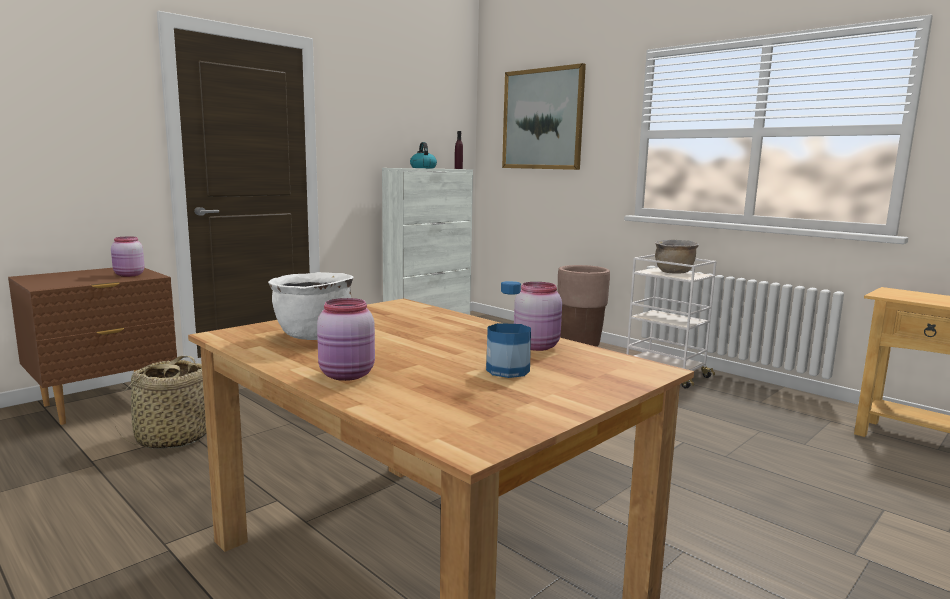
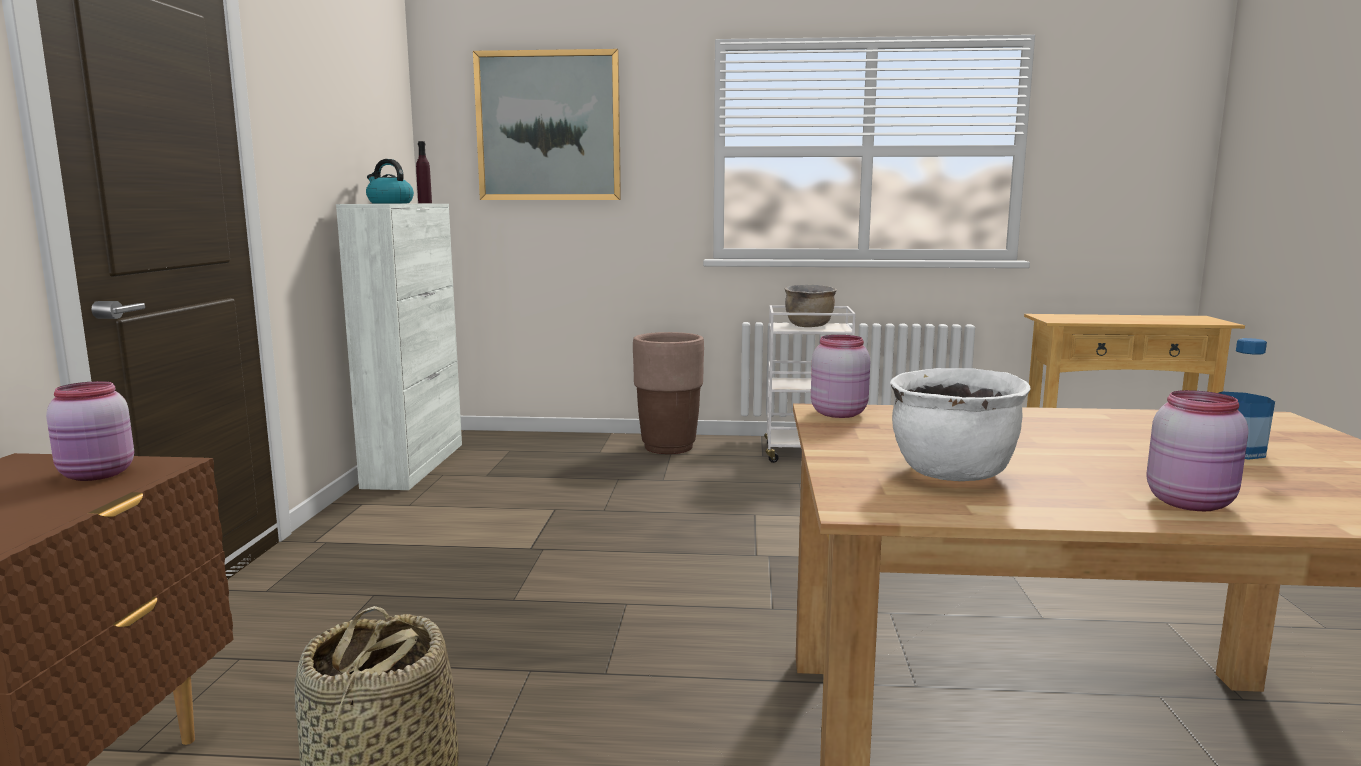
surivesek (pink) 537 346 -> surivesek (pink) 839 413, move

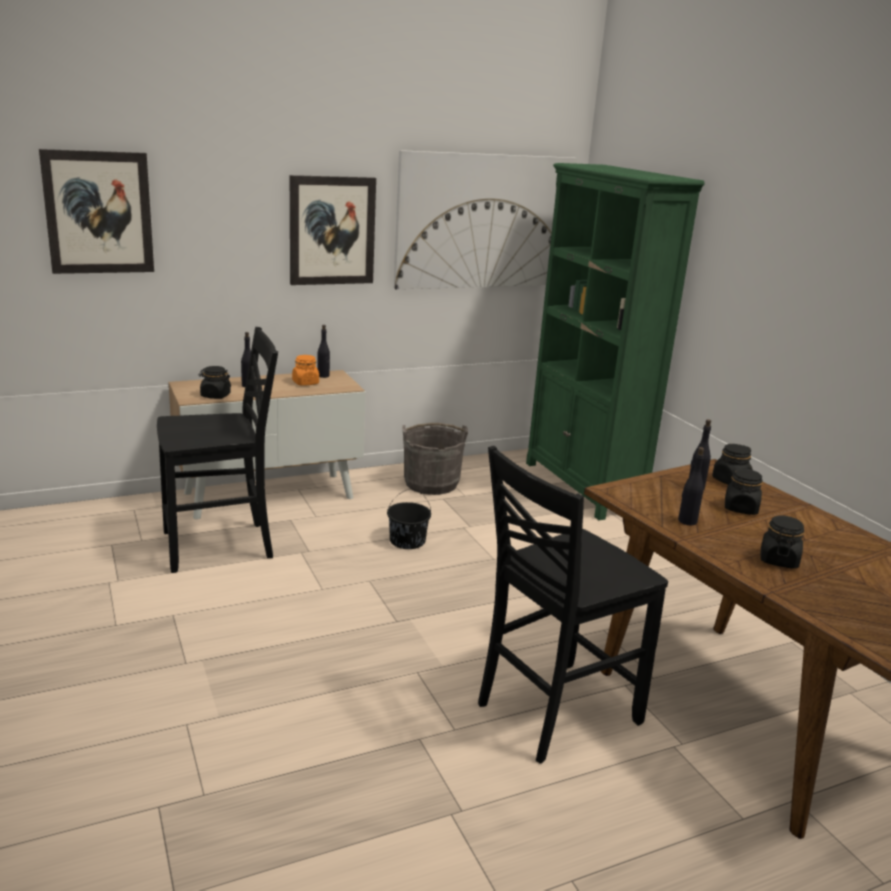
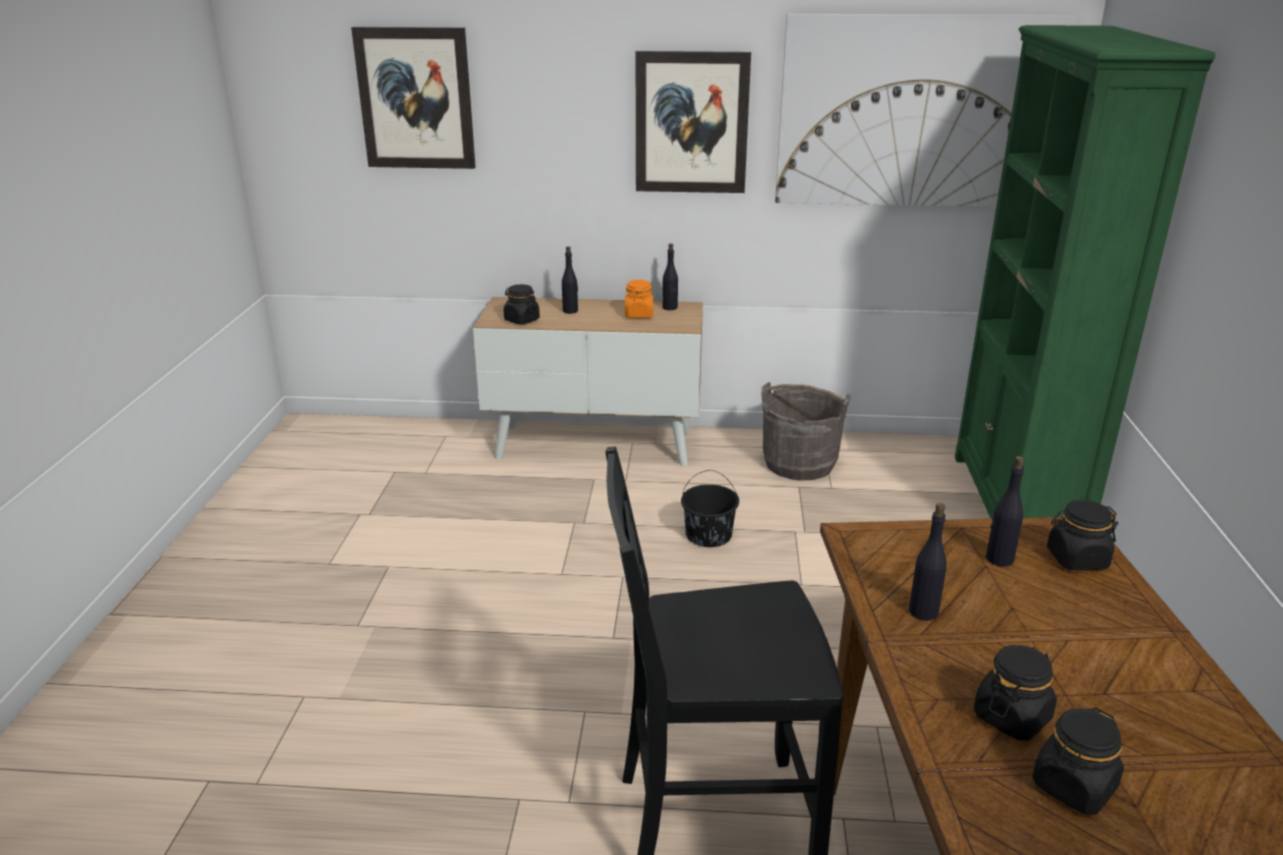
surivesek (black) 740 508 -> surivesek (black) 1073 787, move
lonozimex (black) 220 546 -> none

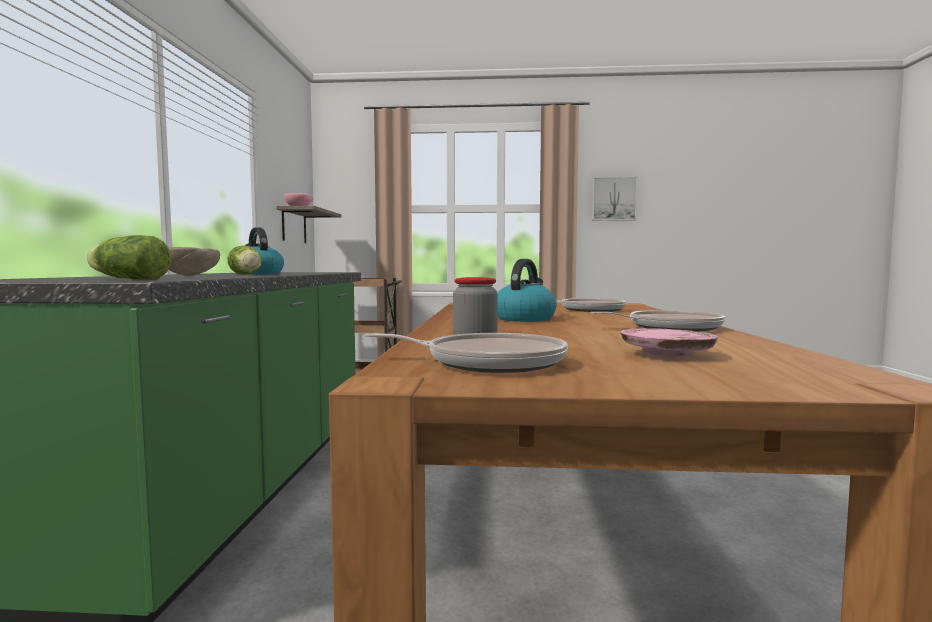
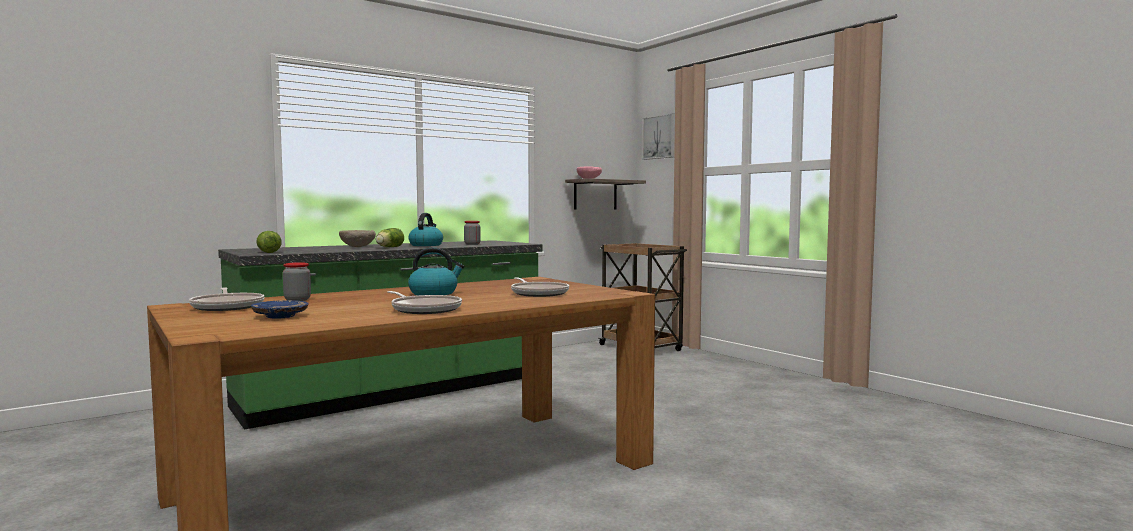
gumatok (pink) 666 354 -> gumatok (blue) 280 316
none -> surivesek 472 244
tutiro 613 199 -> tutiro 660 137, move

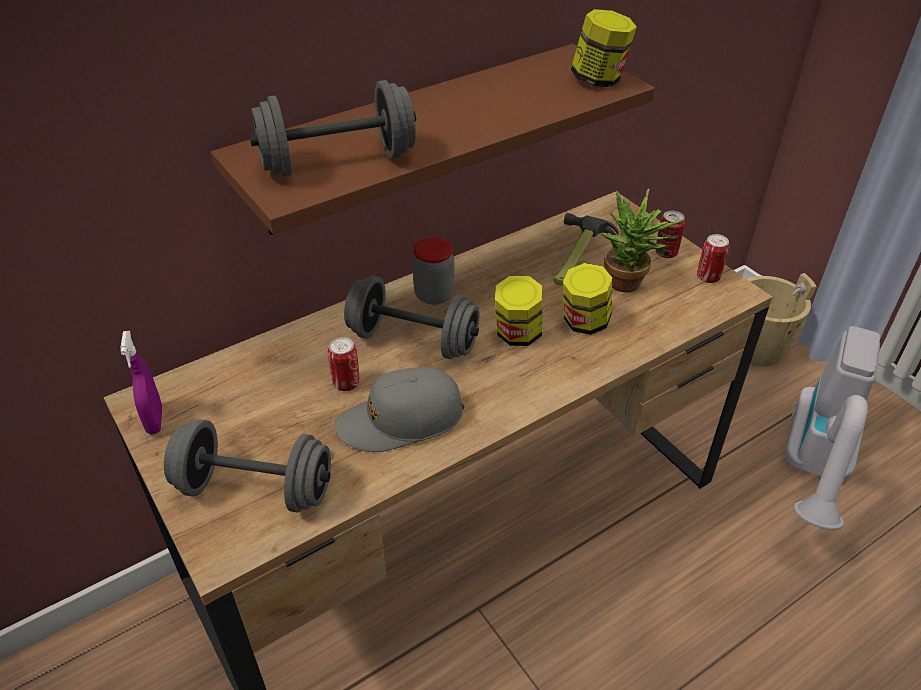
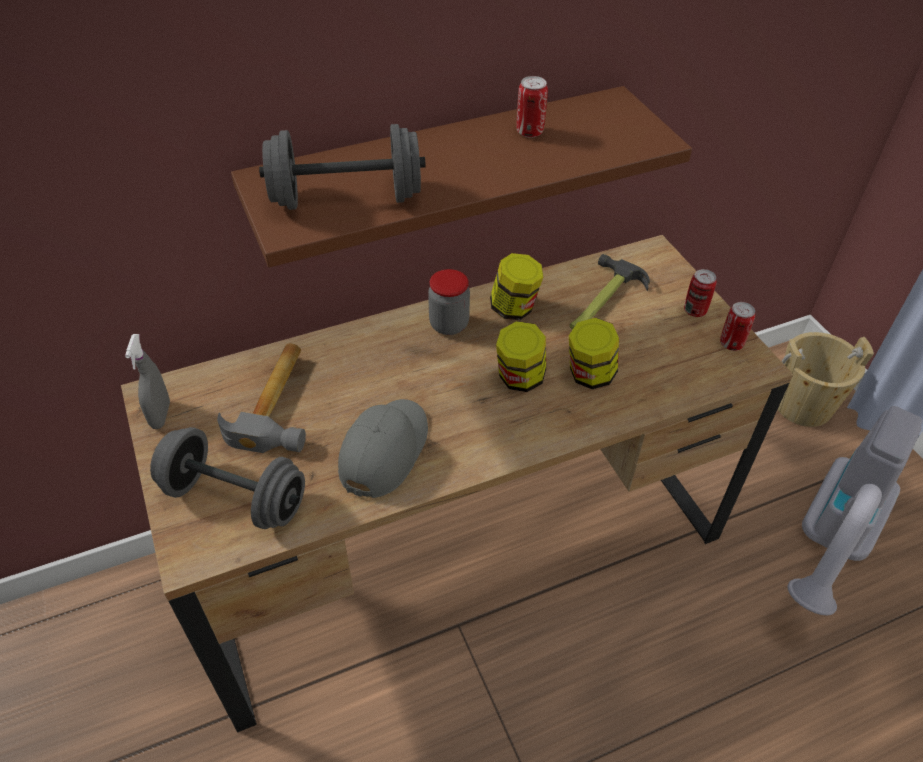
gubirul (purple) 155 420 -> gubirul (grey) 161 415
none -> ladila 280 402
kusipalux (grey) 400 420 -> kusipalux (grey) 384 450, 120 degrees clockwise
surivesek 599 80 -> surivesek 514 308, move
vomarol 346 383 -> vomarol 529 132, move
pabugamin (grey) 413 340 -> none
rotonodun 629 286 -> none

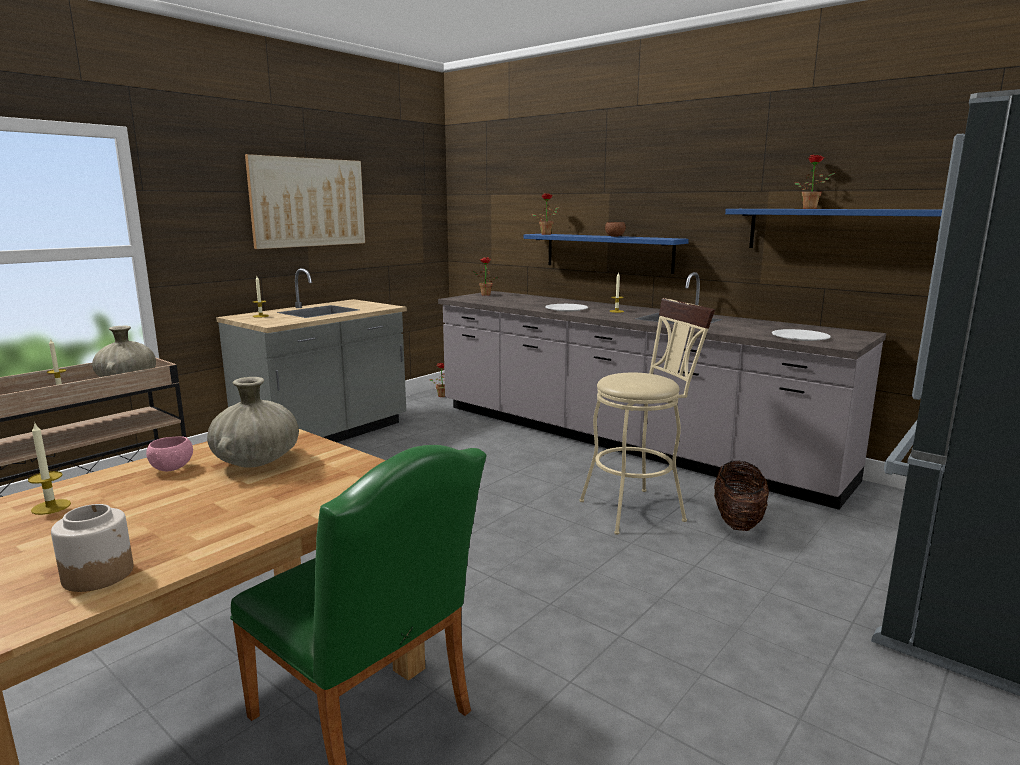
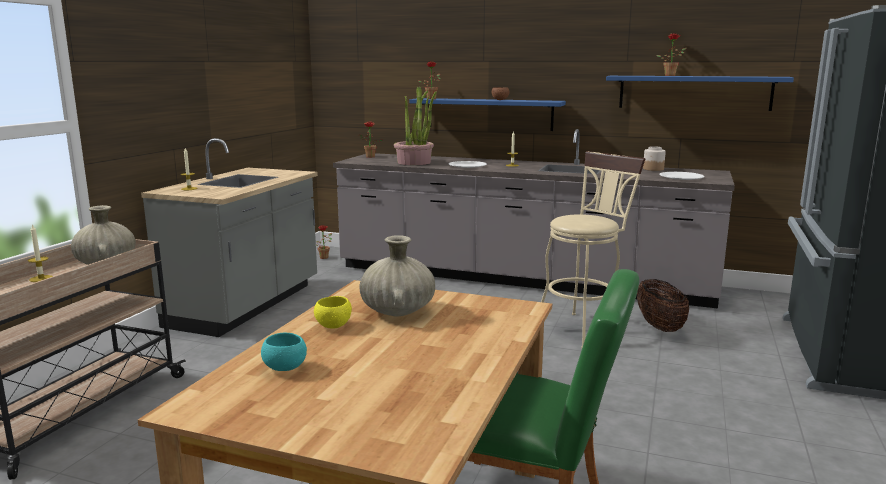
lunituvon 51 507 -> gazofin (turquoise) 284 368
gazofin (pink) 172 468 -> gazofin (yellow) 333 326
none -> rotonodun 414 162
surivesek 98 574 -> surivesek 653 169, move
tutiro 308 202 -> none

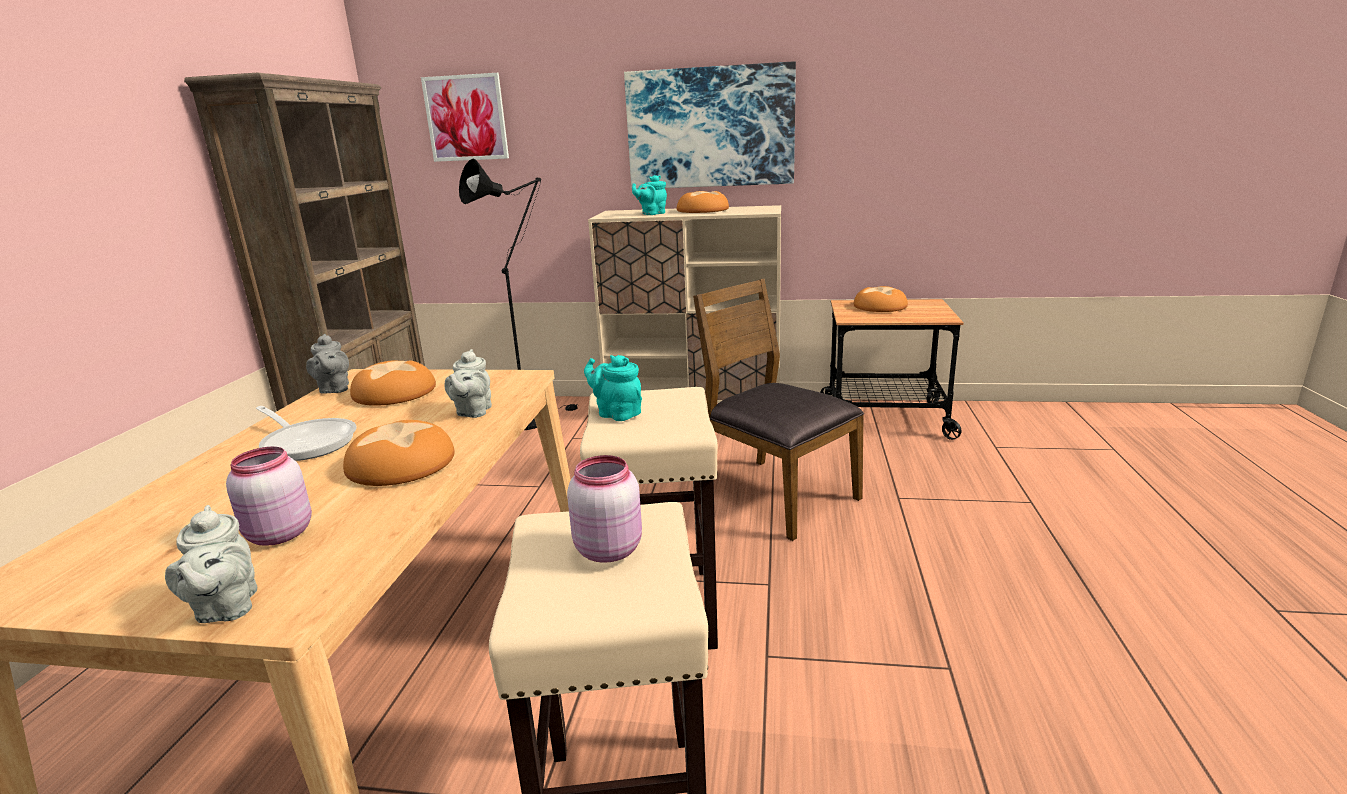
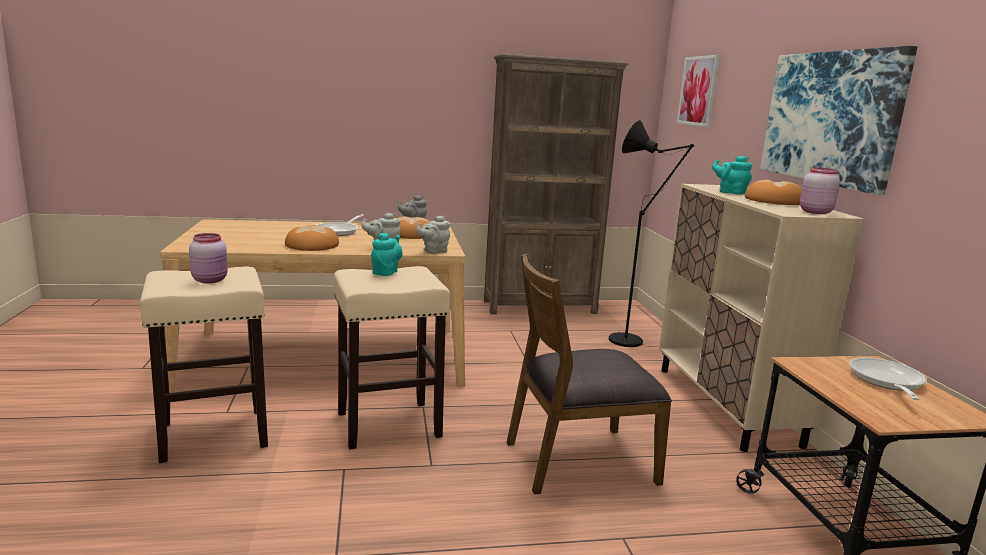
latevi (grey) 226 608 -> latevi (grey) 433 251, move
lonozimex (brown) 775 495 -> lonozimex (brown) 578 461, 135 degrees counterclockwise
surivesek (pink) 278 535 -> surivesek (pink) 814 212, move
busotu 880 306 -> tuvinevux 886 381

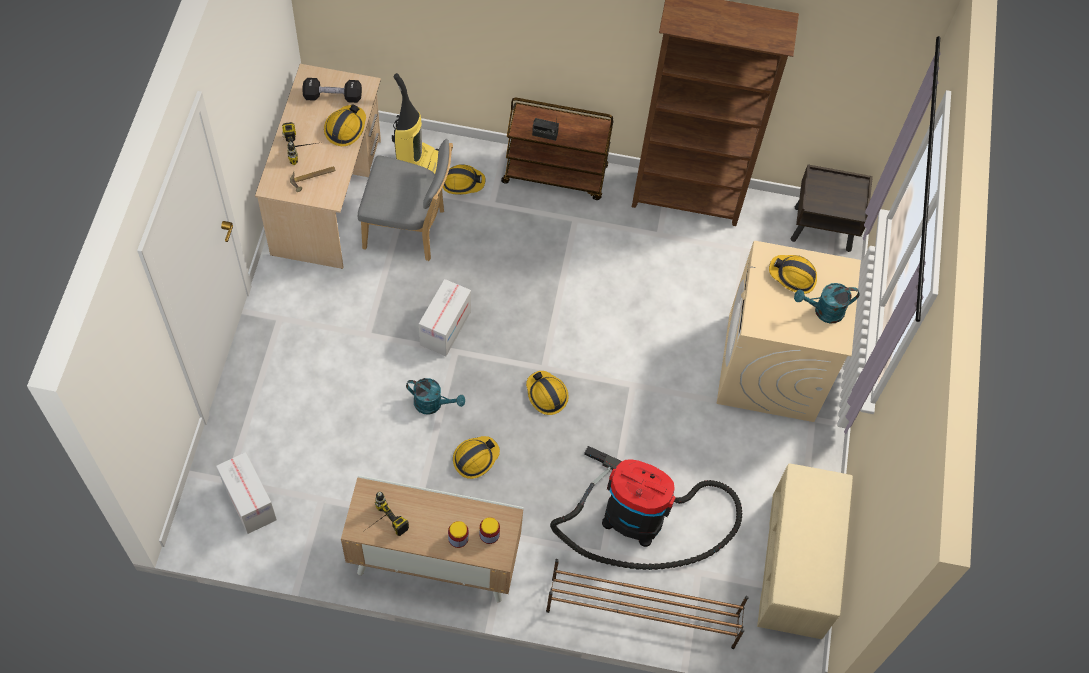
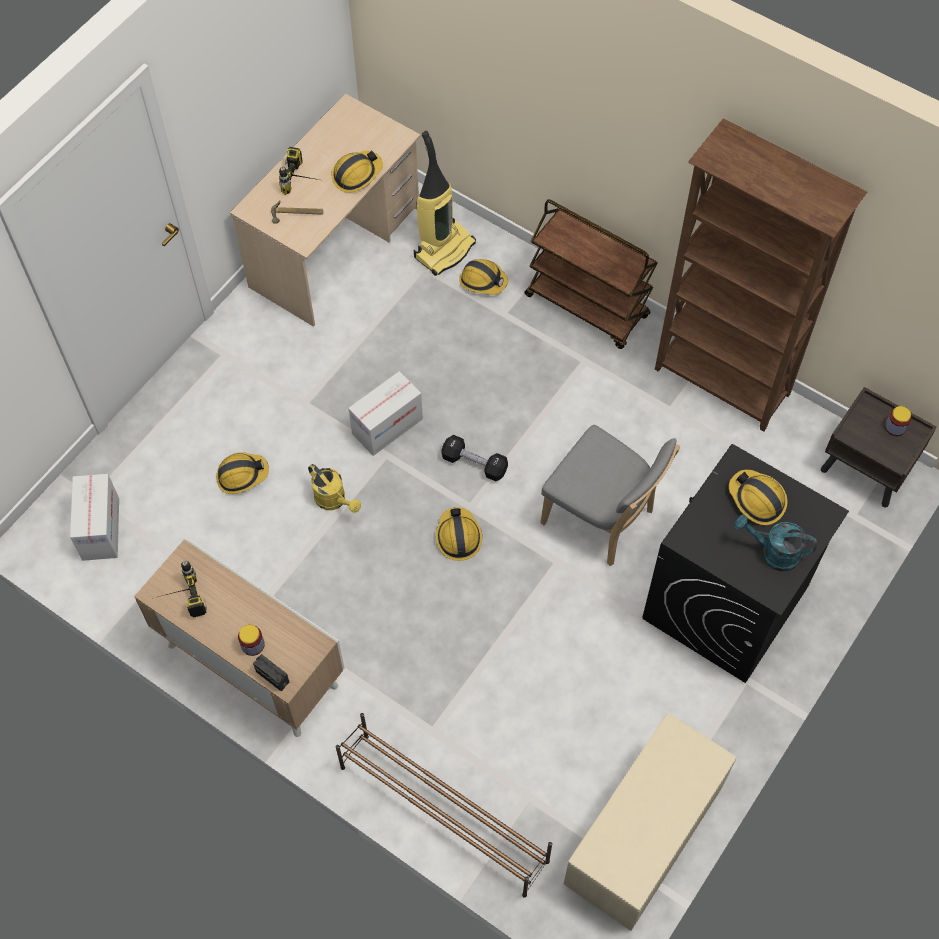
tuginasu 475 458 -> tuginasu 242 475, move
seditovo 545 134 -> seditovo 272 677, move
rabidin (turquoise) 433 404 -> rabidin (yellow) 334 500
pabugamin (black) 333 96 -> pabugamin (black) 474 463, move
lonozimex (grey) 408 230 -> lonozimex (grey) 602 520, move
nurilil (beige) 771 368 -> nurilil (black) 725 603
surivesek 489 534 -> surivesek 895 427, move
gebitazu 641 519 -> none

